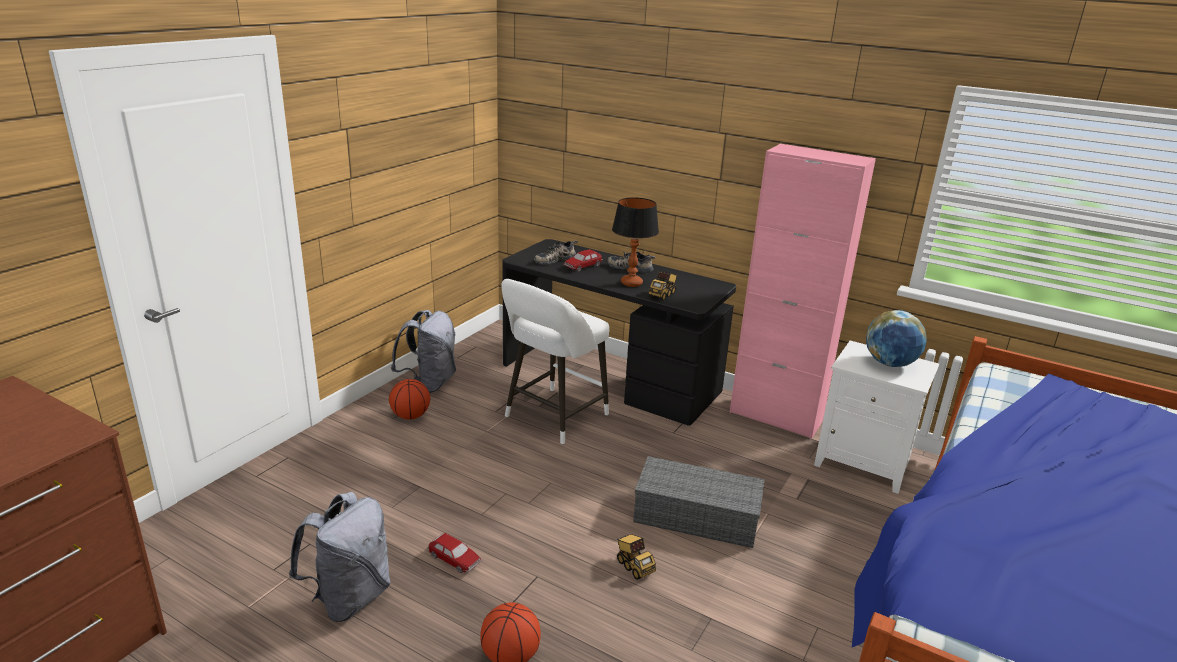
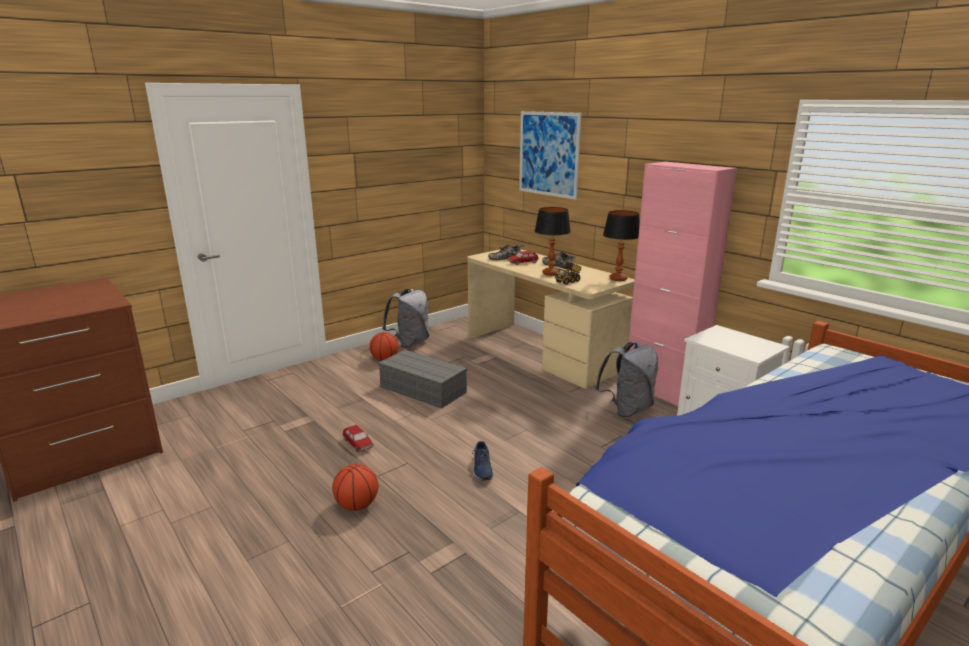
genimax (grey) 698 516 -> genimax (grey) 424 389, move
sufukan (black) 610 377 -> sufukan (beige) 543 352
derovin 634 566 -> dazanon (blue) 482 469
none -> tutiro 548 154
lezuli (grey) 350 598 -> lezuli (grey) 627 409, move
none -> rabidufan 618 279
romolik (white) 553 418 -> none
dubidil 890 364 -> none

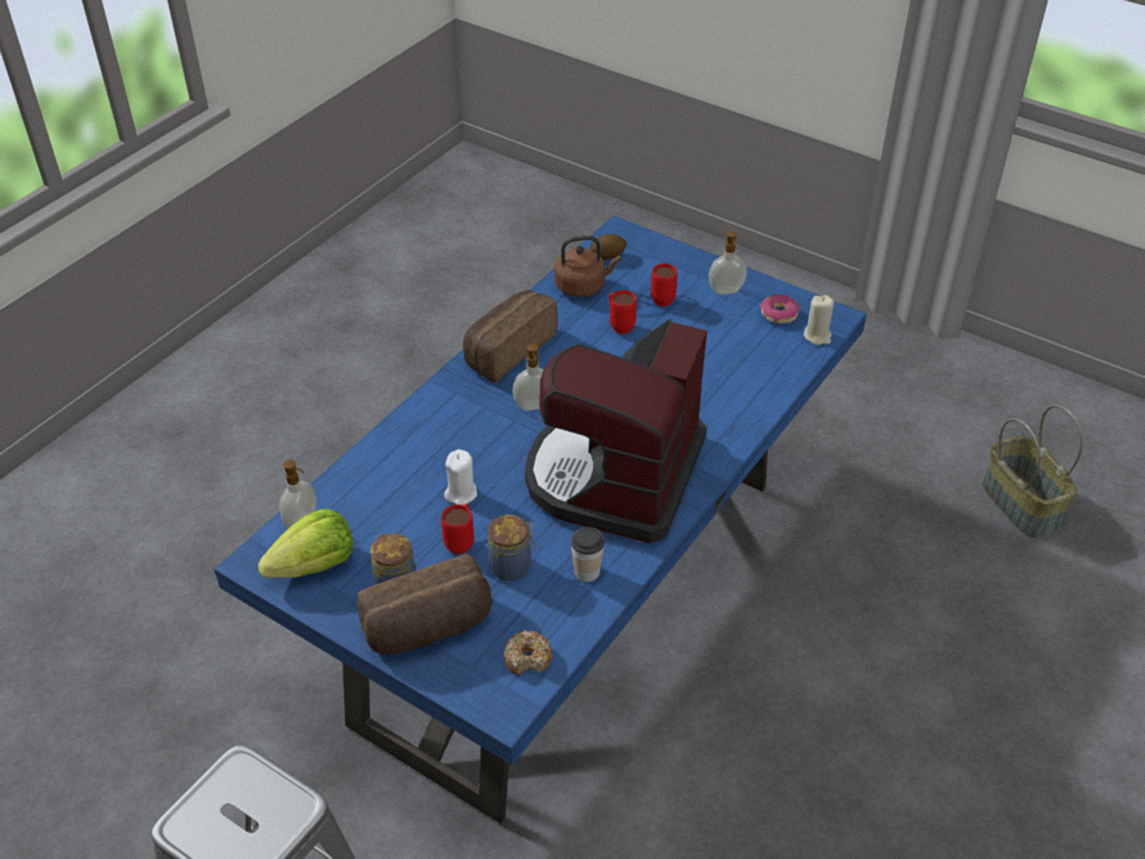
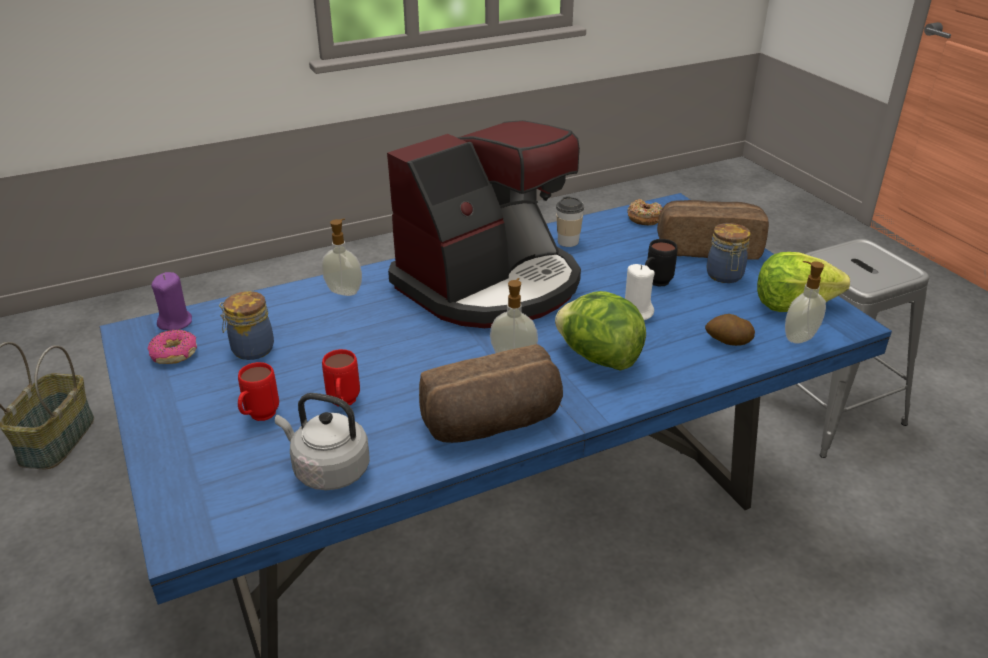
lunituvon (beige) 817 336 -> lunituvon (purple) 175 322
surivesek 512 566 -> surivesek 251 349, move
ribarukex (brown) 583 286 -> ribarukex (grey) 328 470
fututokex 726 291 -> fututokex 344 291, move
none -> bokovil 598 358
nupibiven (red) 462 541 -> nupibiven (black) 655 283
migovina 608 255 -> migovina 728 341, move

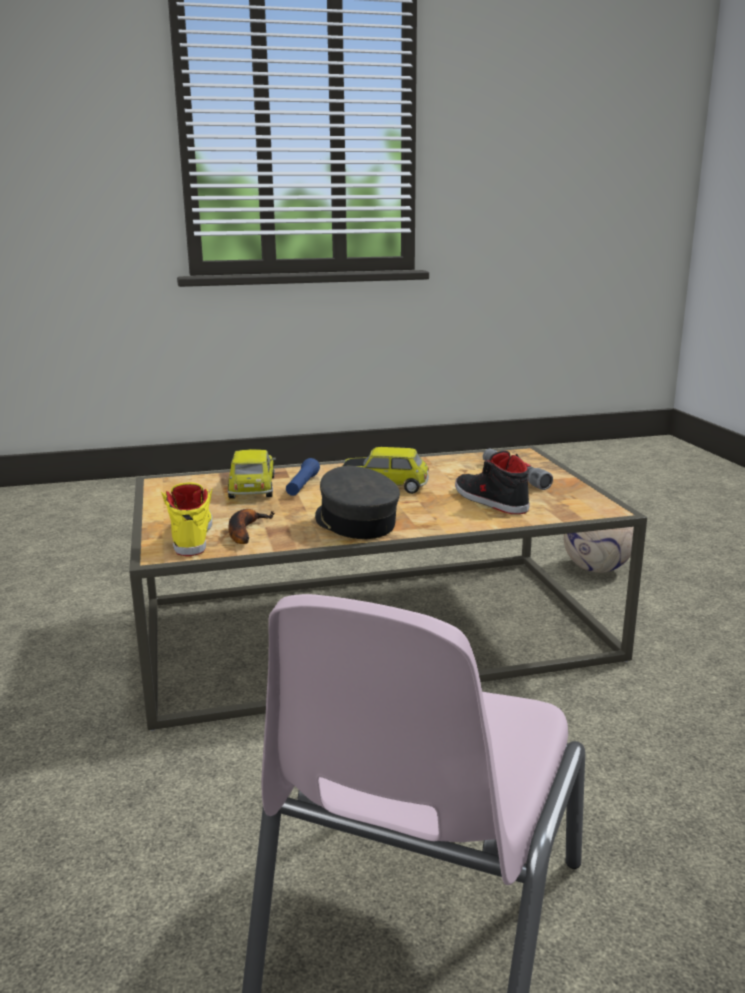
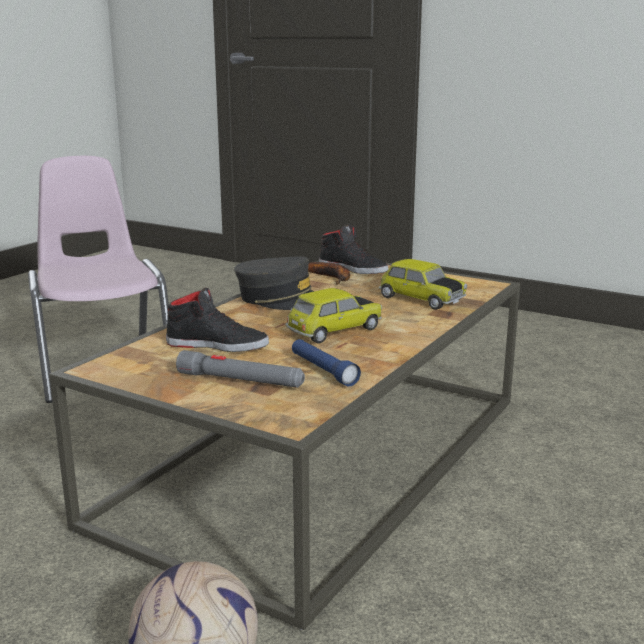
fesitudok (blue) 302 486 -> fesitudok (blue) 323 370, move
dazanon (yellow) 191 535 -> dazanon (black) 353 269

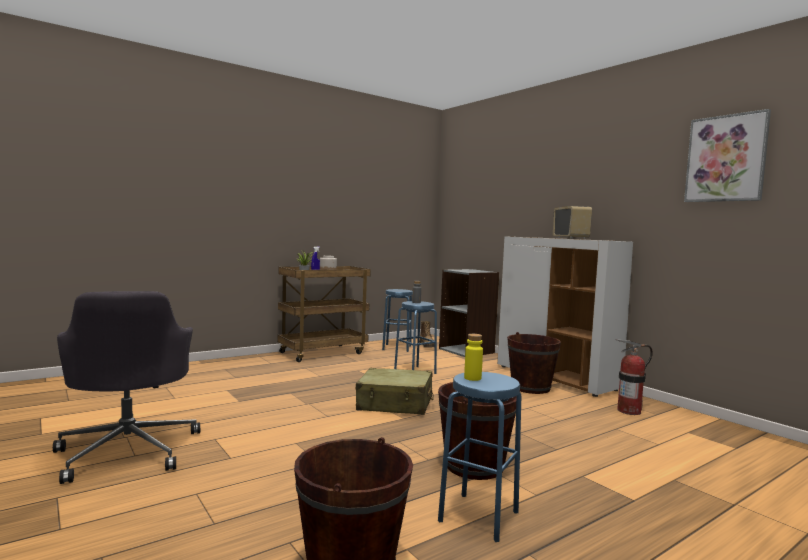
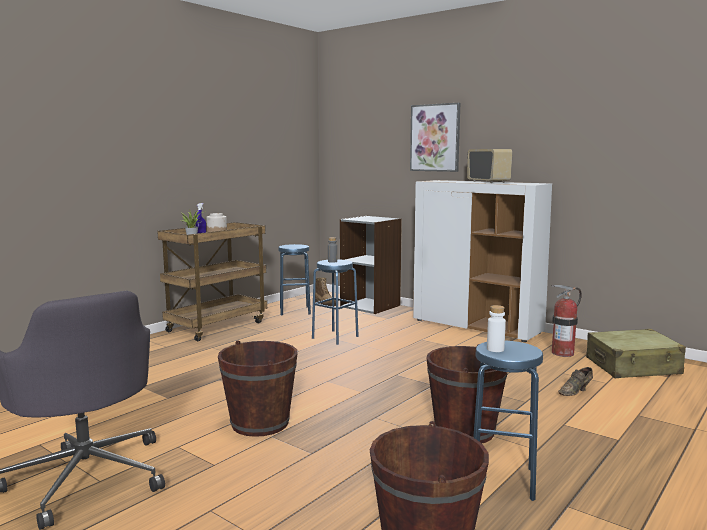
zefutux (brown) 530 387 -> zefutux (brown) 260 423, move
tutiro 726 158 -> tutiro 435 138, move
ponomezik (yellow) 472 378 -> ponomezik (white) 495 349
none -> dazanon (brown) 576 391
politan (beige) 395 404 -> politan (beige) 633 367, move

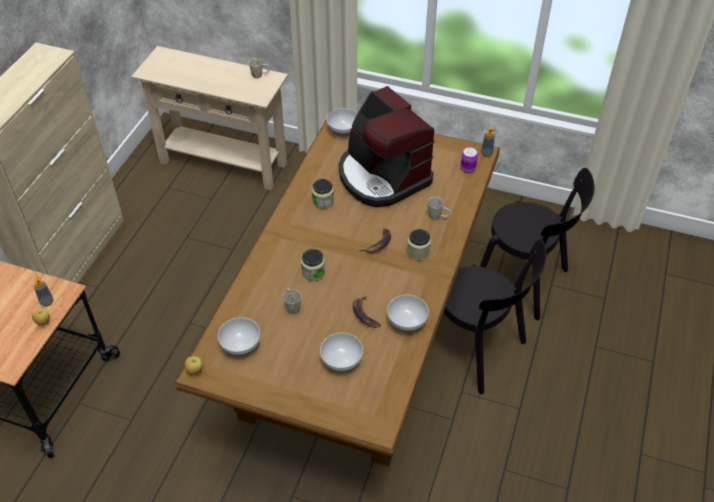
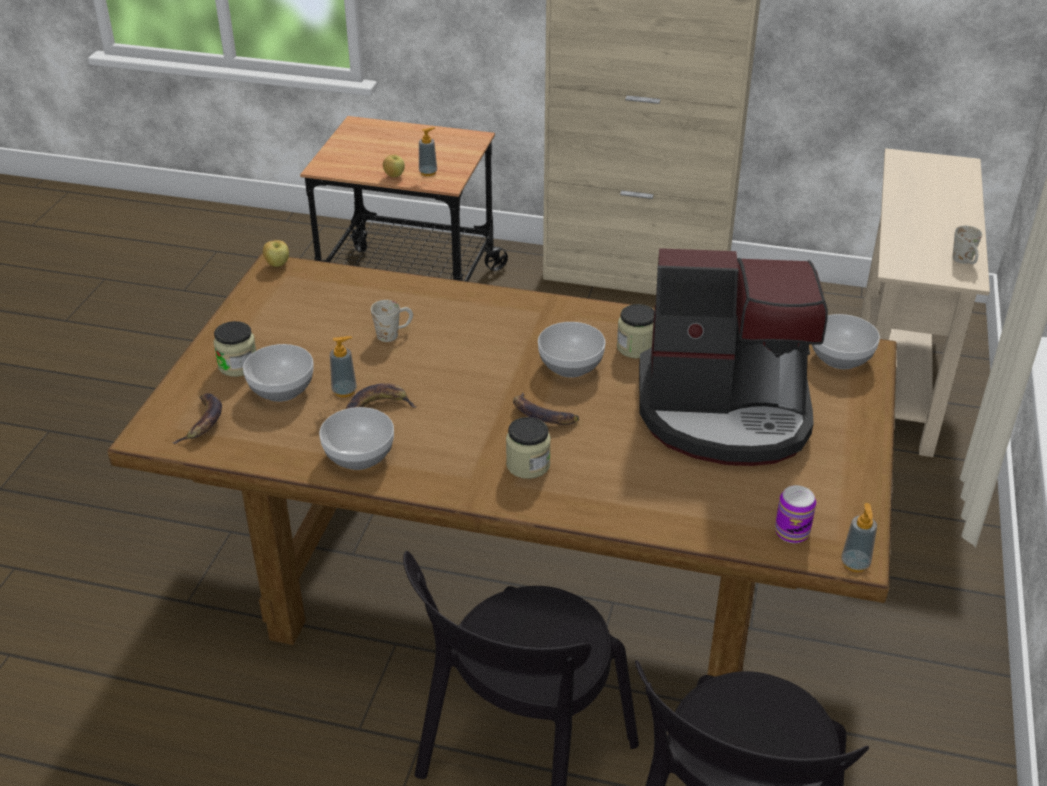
none -> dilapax 203 422
surivesek 313 272 -> surivesek 238 365, move
none -> fututokex 344 391
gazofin 240 345 -> gazofin 571 365, move
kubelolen 382 176 -> kubelolen 725 412, 135 degrees counterclockwise
nupibiven (white) 438 217 -> none

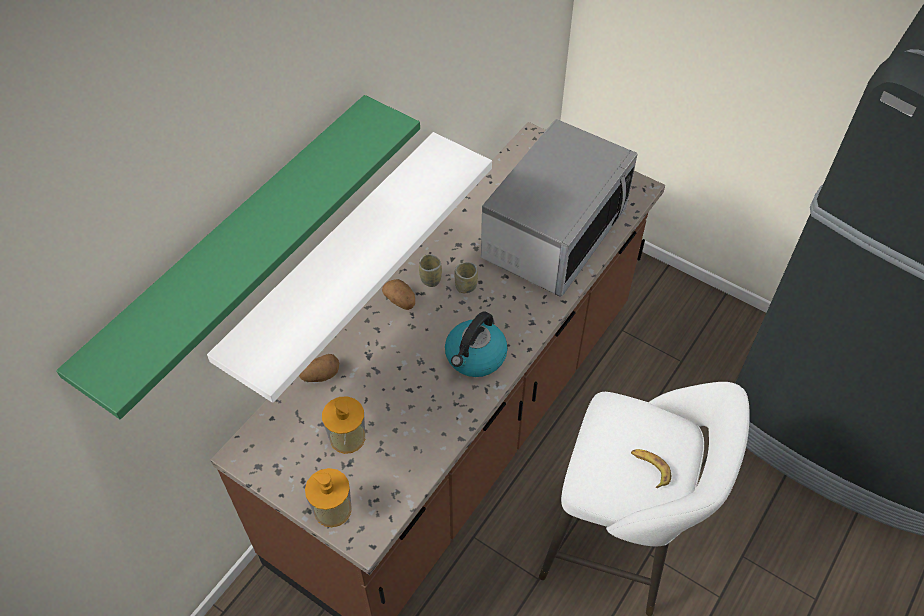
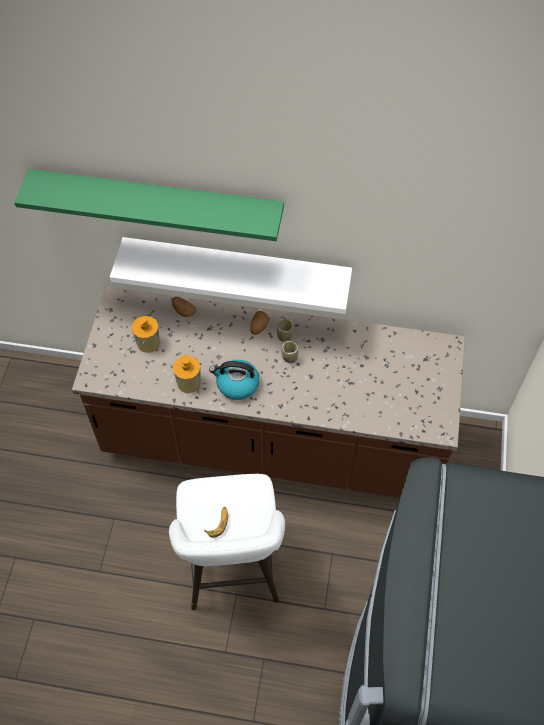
fututokex 332 509 -> fututokex 188 382, move
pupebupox 553 234 -> none

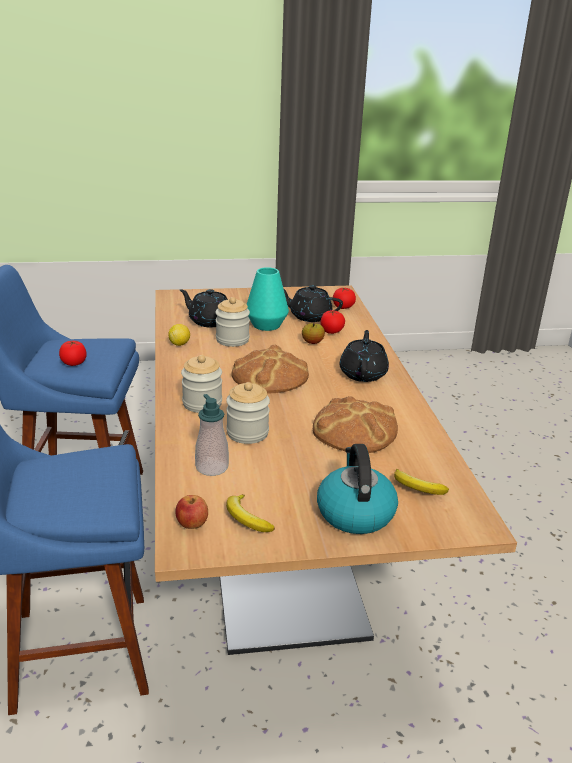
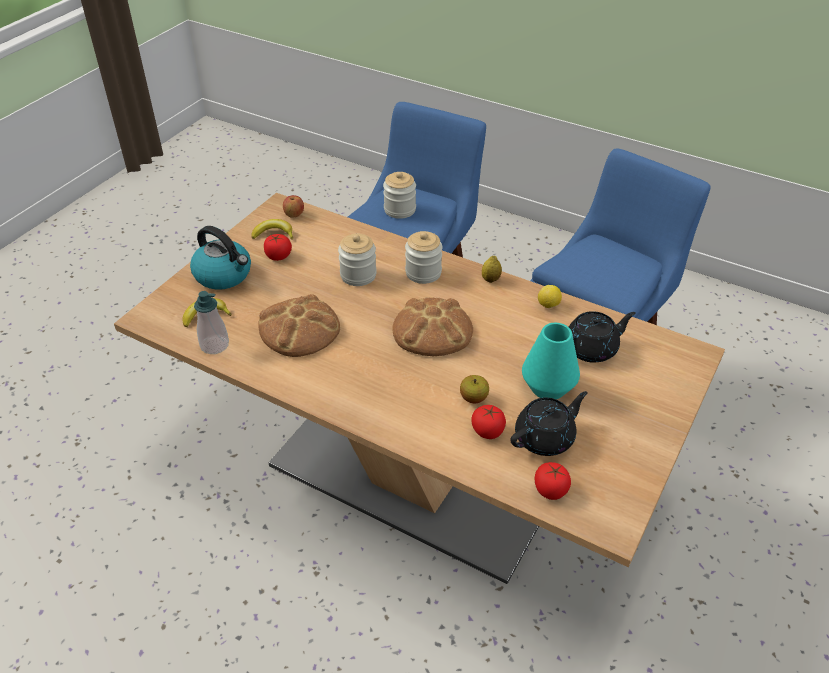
fututokex 212 467 -> fututokex 214 345, move
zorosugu 74 363 -> zorosugu 278 256, move
surivesek 232 340 -> surivesek 400 210, move
none -> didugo 490 279
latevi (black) 363 373 -> none

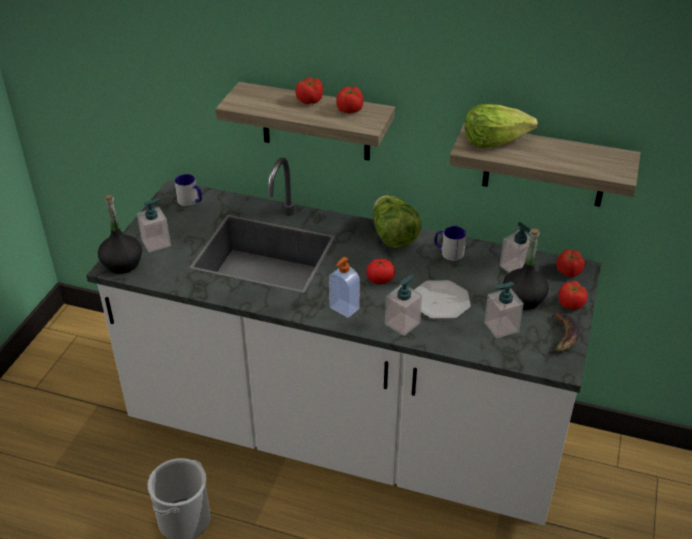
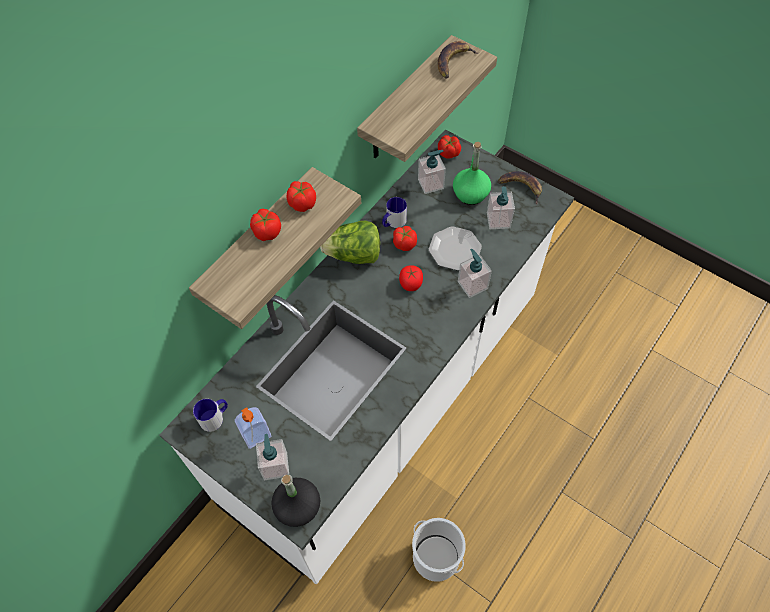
fututokex 343 309 -> fututokex 257 436, move
zorosugu 571 304 -> zorosugu 404 244, move
none -> dilapax 453 62
ponomezik (black) 523 299 -> ponomezik (green) 470 194
bokovil 494 141 -> none

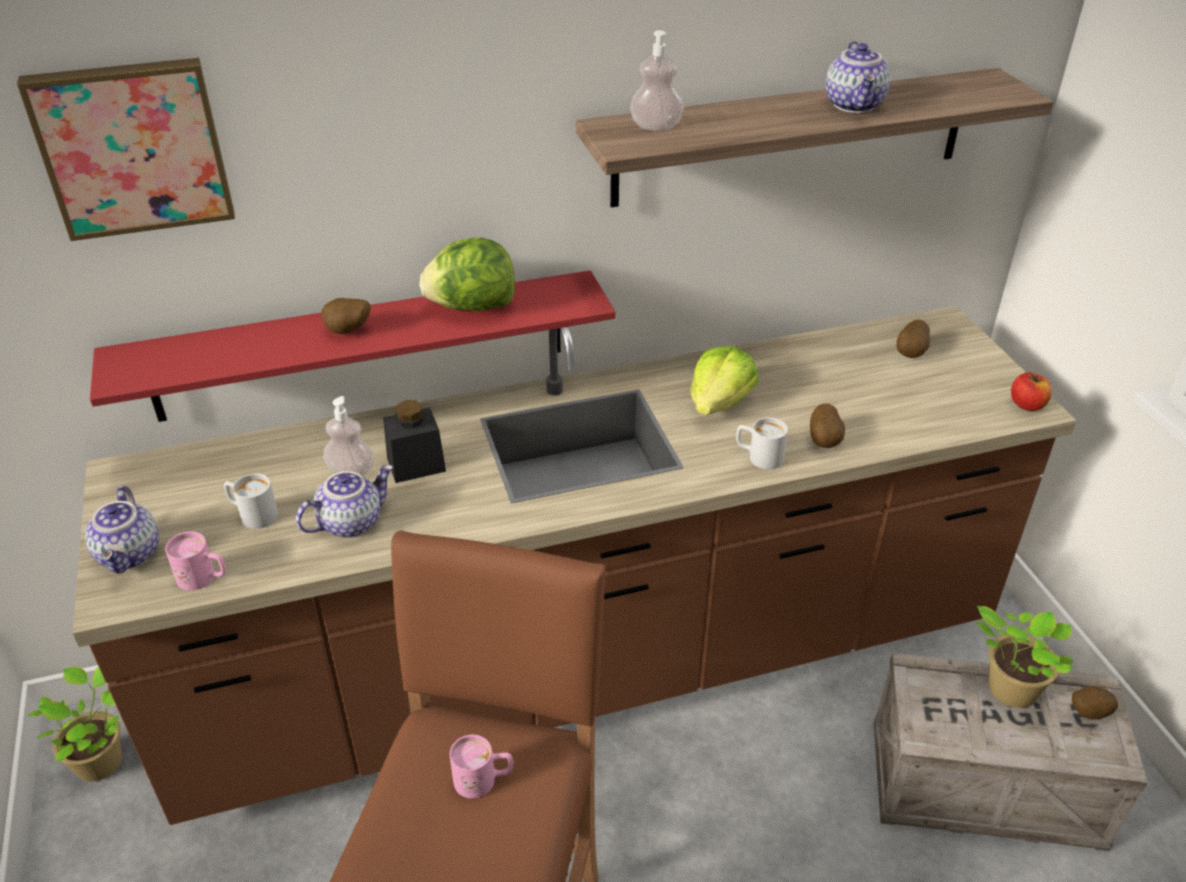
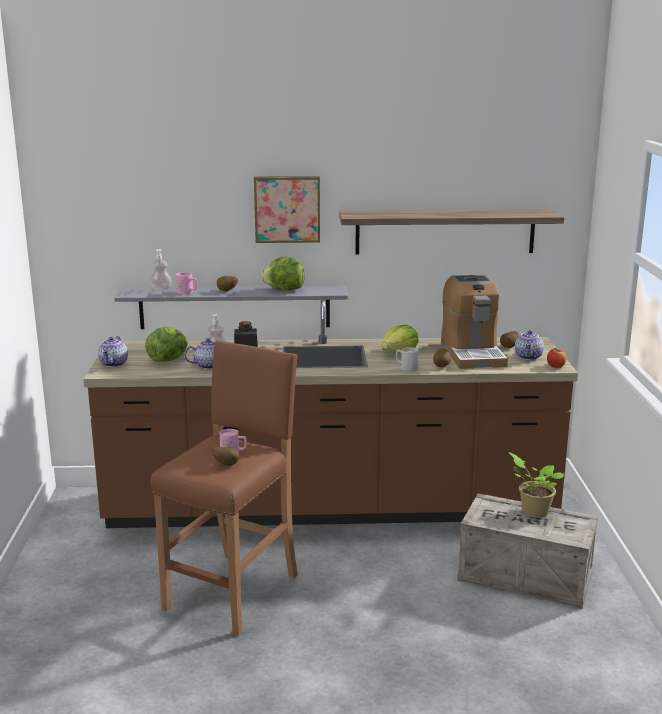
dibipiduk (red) 361 346 -> dibipiduk (grey) 234 307
nupibiven (white) 252 514 -> bokovil 168 360
fututokex 656 126 -> fututokex 161 289, move
nupibiven (pink) 204 578 -> nupibiven (pink) 188 292, move
migovina 1087 712 -> migovina 226 464, move
tutiro 133 147 -> tutiro 287 209, move
none -> kubelolen 472 353
latevi 855 105 -> latevi 529 357, move
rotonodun 102 760 -> none

